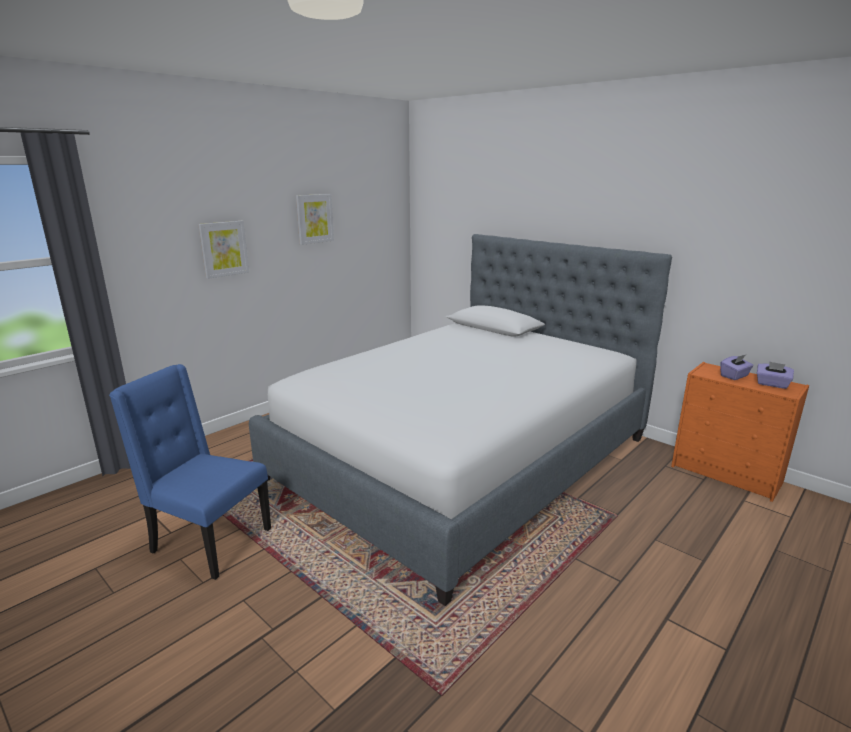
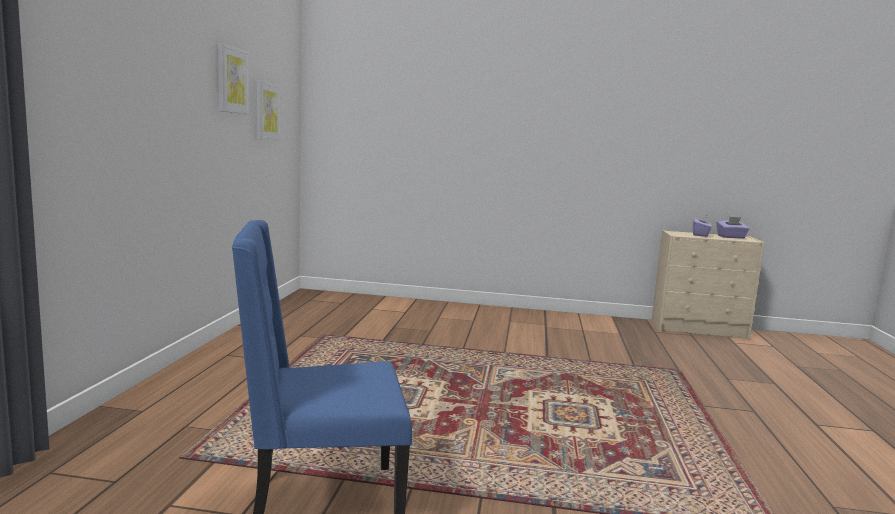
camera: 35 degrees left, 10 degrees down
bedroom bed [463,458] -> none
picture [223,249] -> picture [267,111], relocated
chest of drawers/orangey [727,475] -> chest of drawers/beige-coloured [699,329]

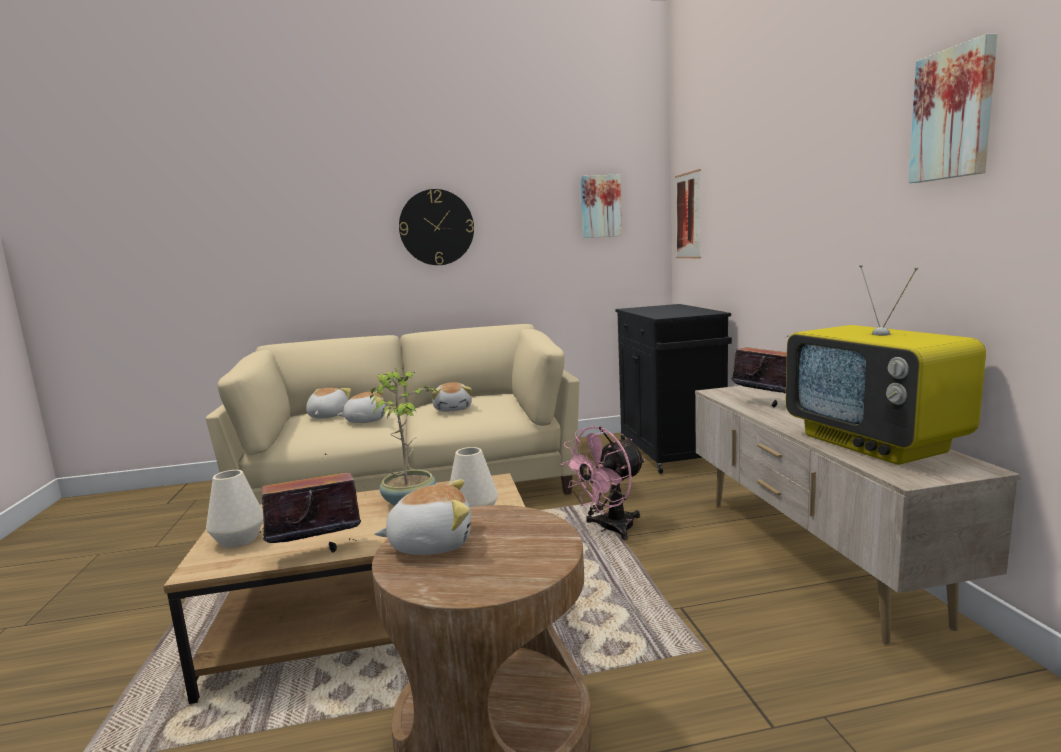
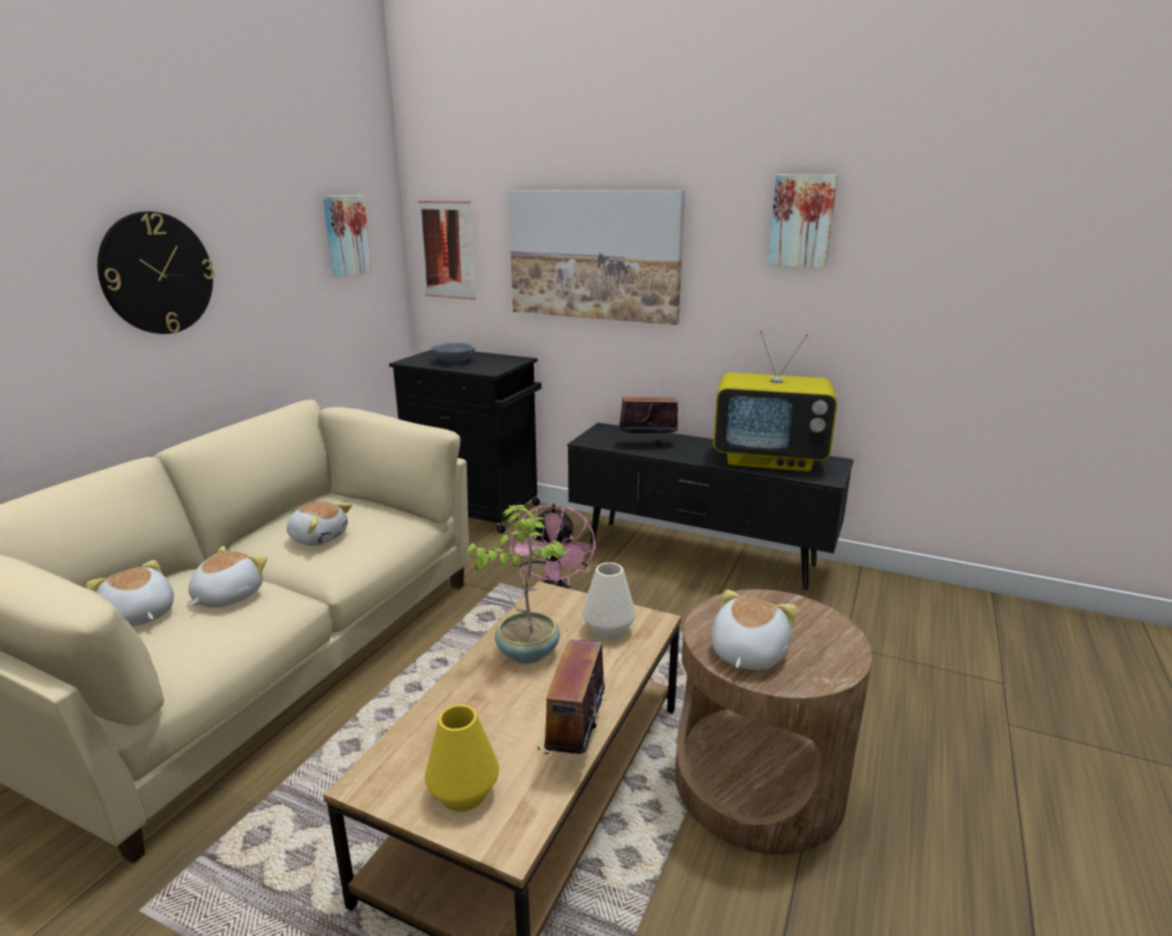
camera: 55 degrees left, 10 degrees up
none -> deep dish/grey [453,361]
none -> picture [594,255]
flower vase/whitish [239,540] -> flower vase/yellow [463,793]
media console/beige-coloured [810,555] -> media console/black [699,555]

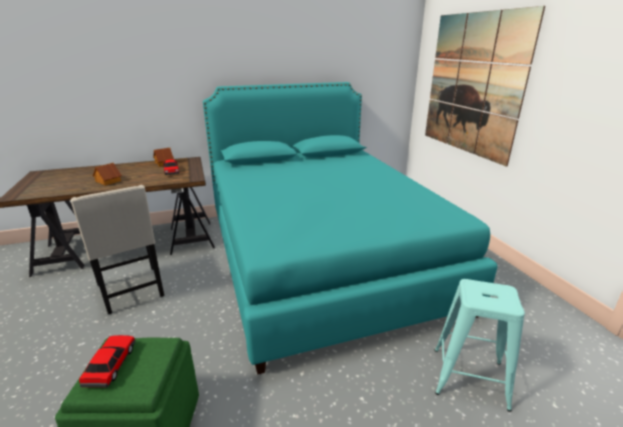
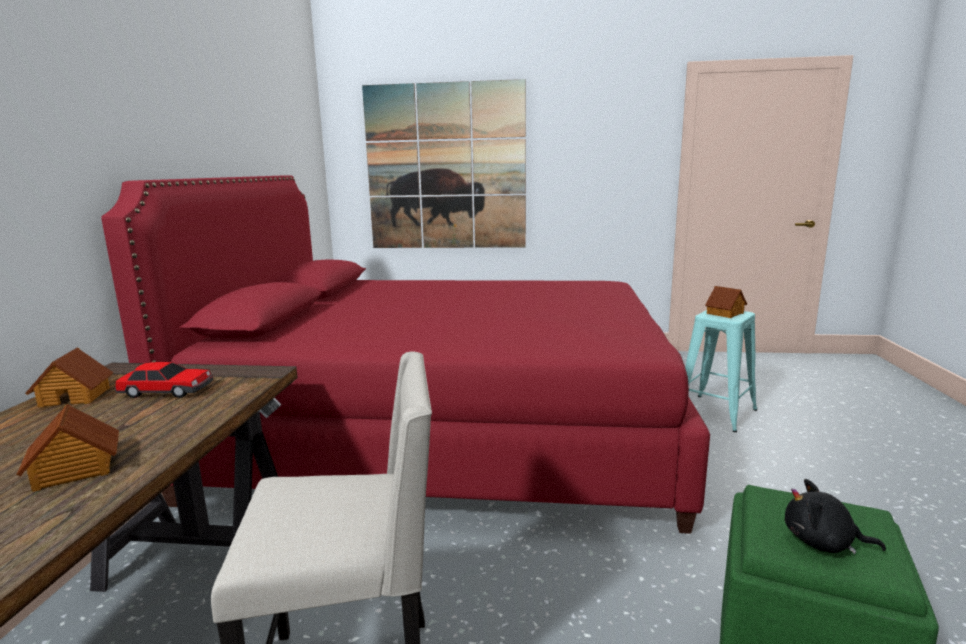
camera: 65 degrees left, 10 degrees down
none -> toy house [725,313]
model car [111,364] -> cuddly toy/black [823,543]
bedroom bed/blue-green [320,257] -> bedroom bed/red [447,433]

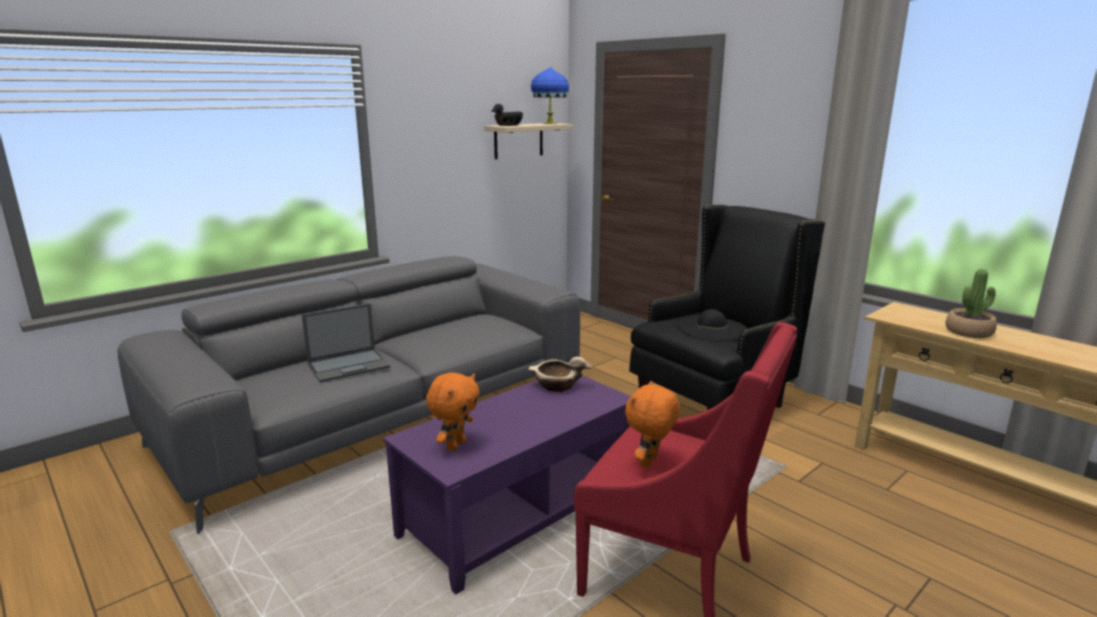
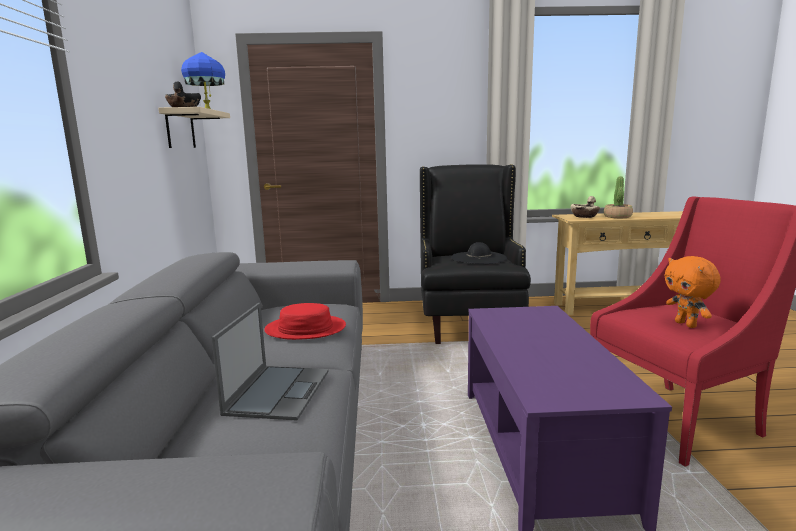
camera: 50 degrees left, 5 degrees down
cuddly toy/orangey [455,445] -> none
none -> wearable hat/red [305,329]
deep dish/beige-coloured [556,386] -> deep dish/beige-coloured [584,216], relocated

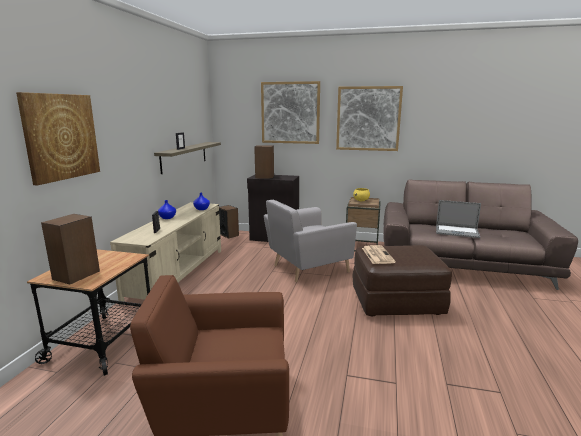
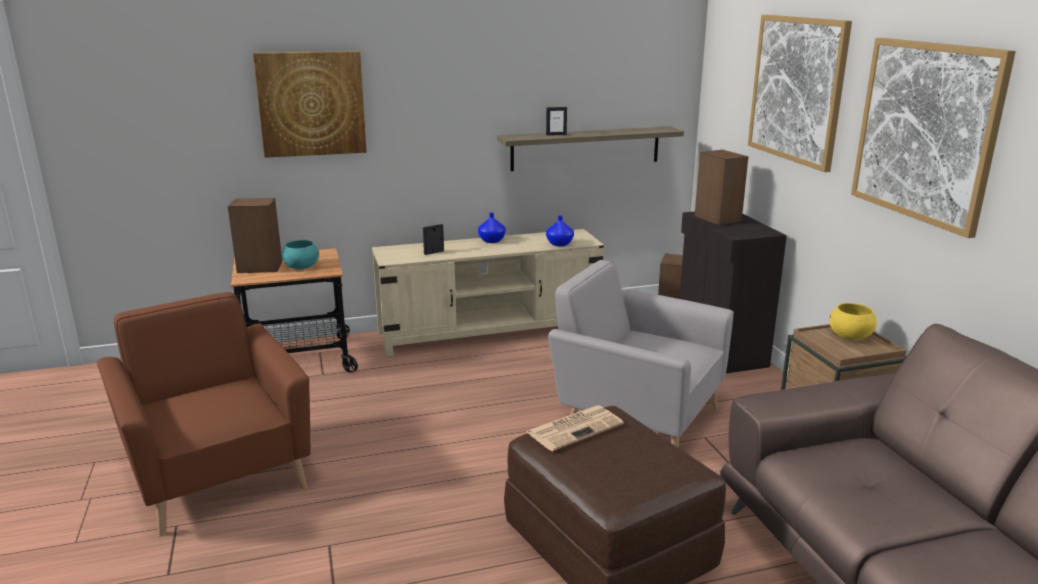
camera: 60 degrees right, 5 degrees up
portable computer [457,231] -> none
none -> deep dish/blue-green [301,267]

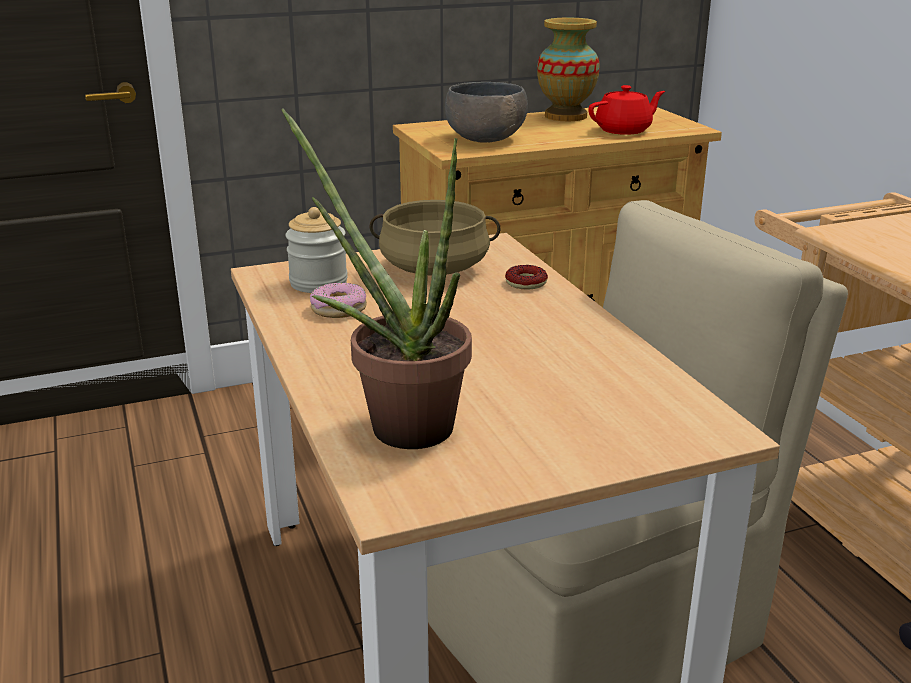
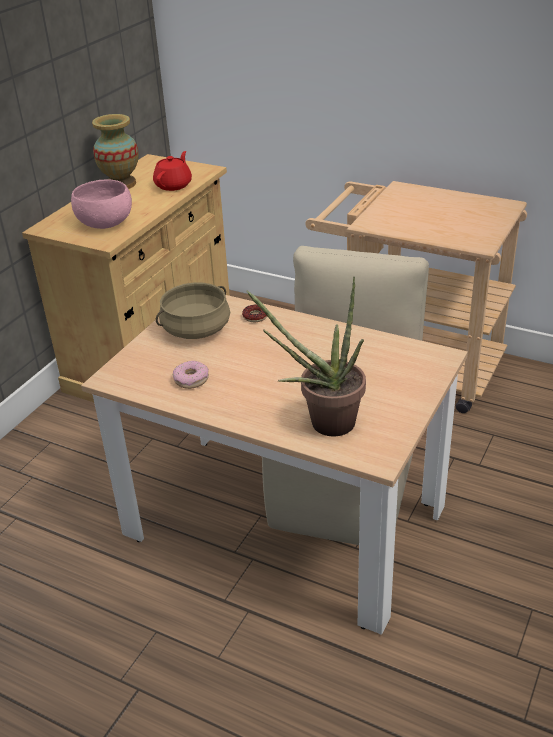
camera: 40 degrees left, 10 degrees up
jar [318,283] -> none
deep dish/grey [485,139] -> deep dish/pink-coloured [105,223]

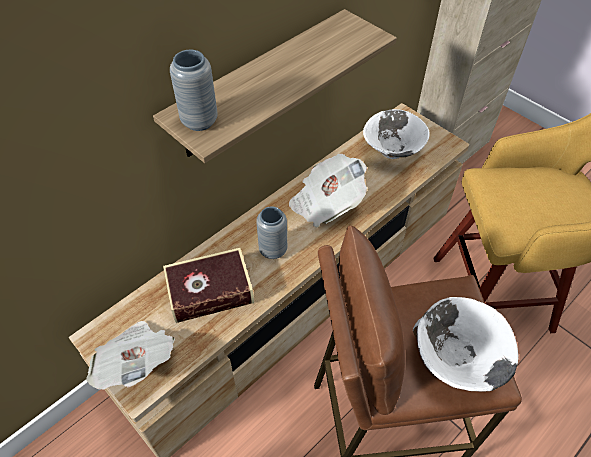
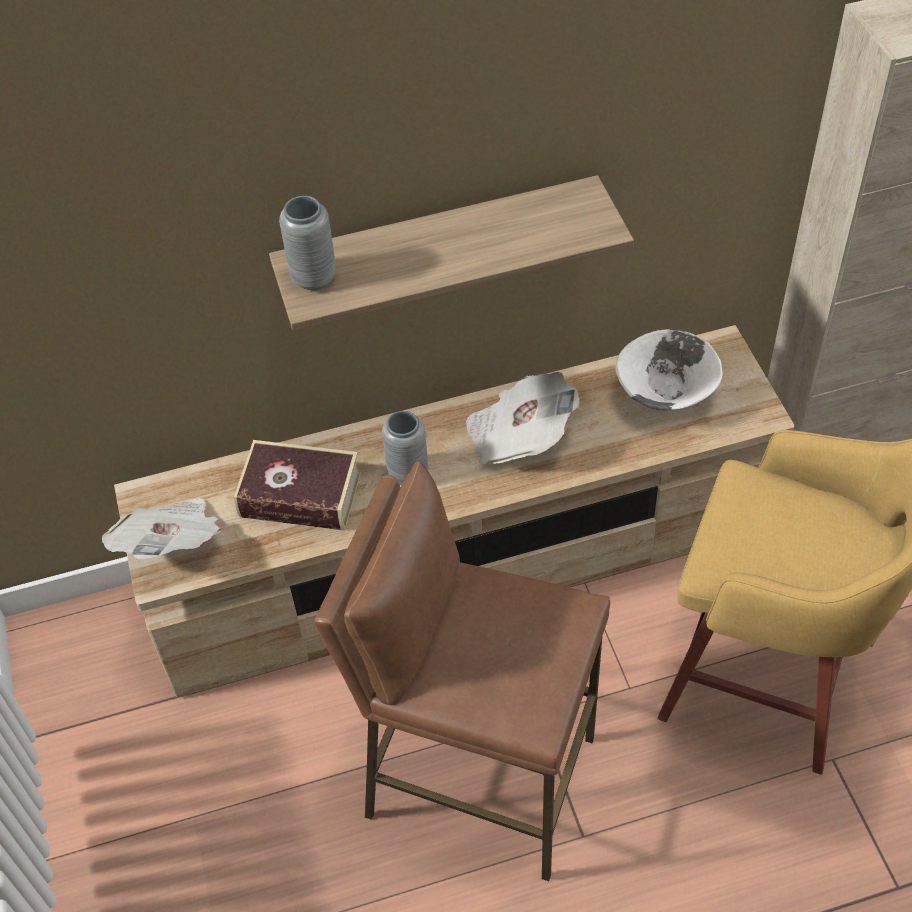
camera: 30 degrees right, 0 degrees up
deep dish/whitish [456,360] -> none

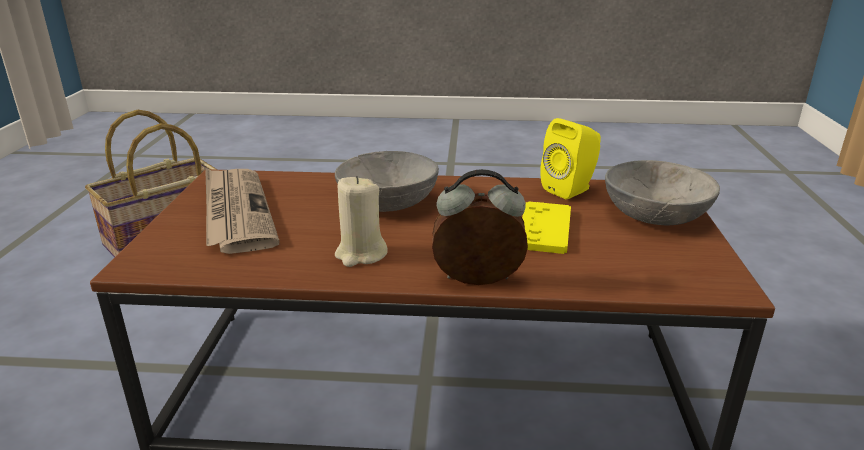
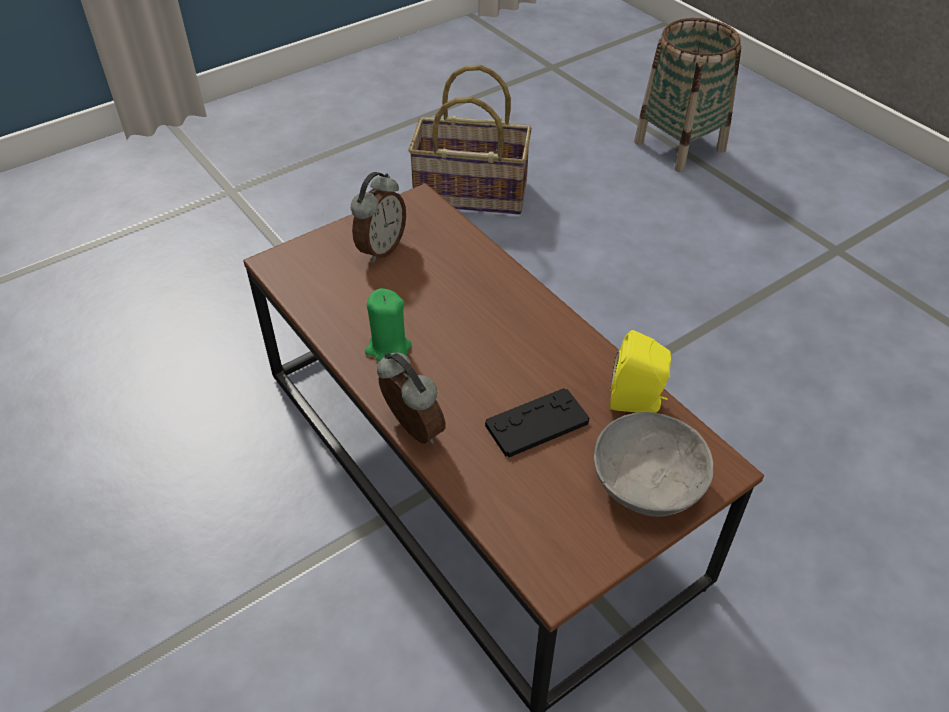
camera: 50 degrees right, 20 degrees up
deep dish/grey [389,203] -> none
none -> storage basket [680,146]
daily paper [236,212] -> bedside clock [380,248]
wax light/beige-coloured [360,254] -> wax light/green [388,348]
joypad/yellow [544,229] -> joypad/black [537,424]

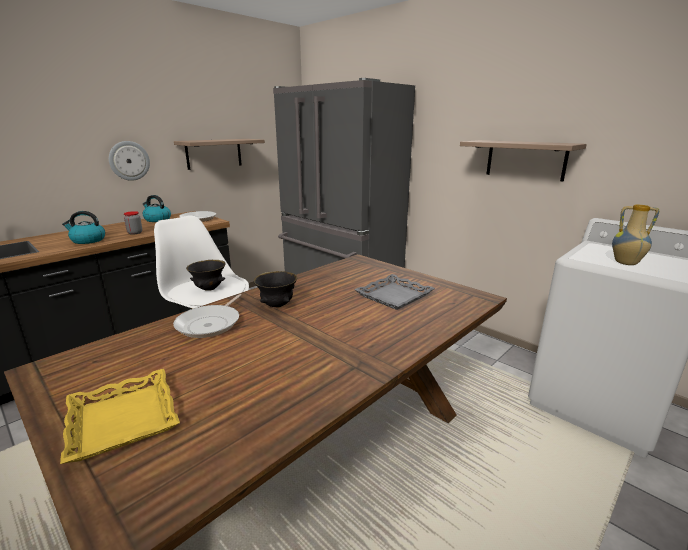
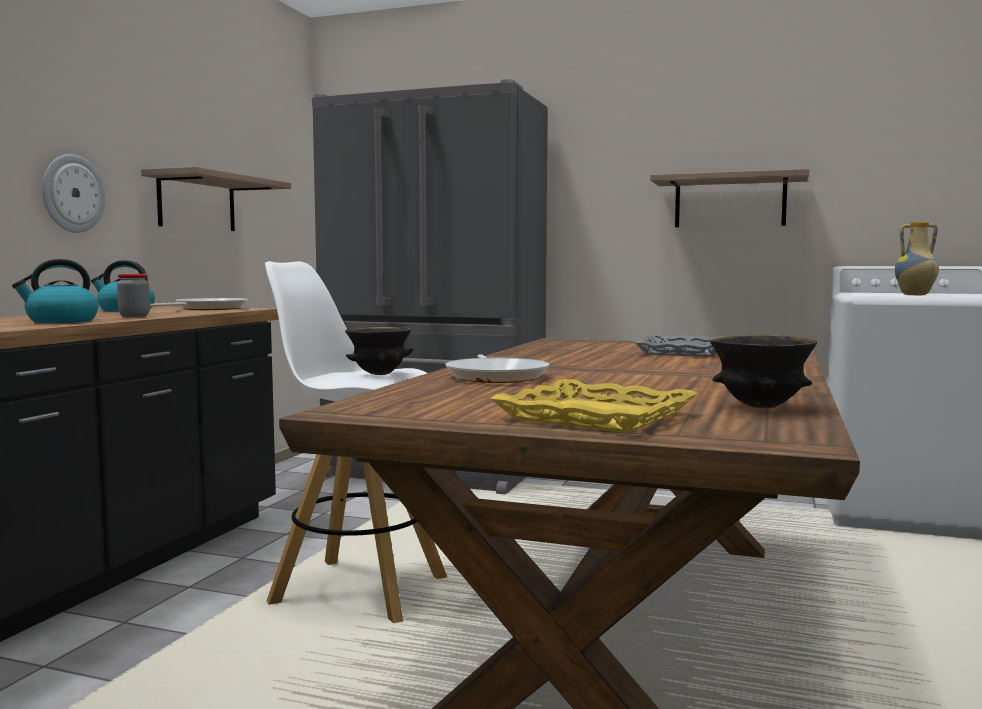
camera: 25 degrees left, 15 degrees down
deep dish/black [277,305] -> deep dish/black [760,407], relocated

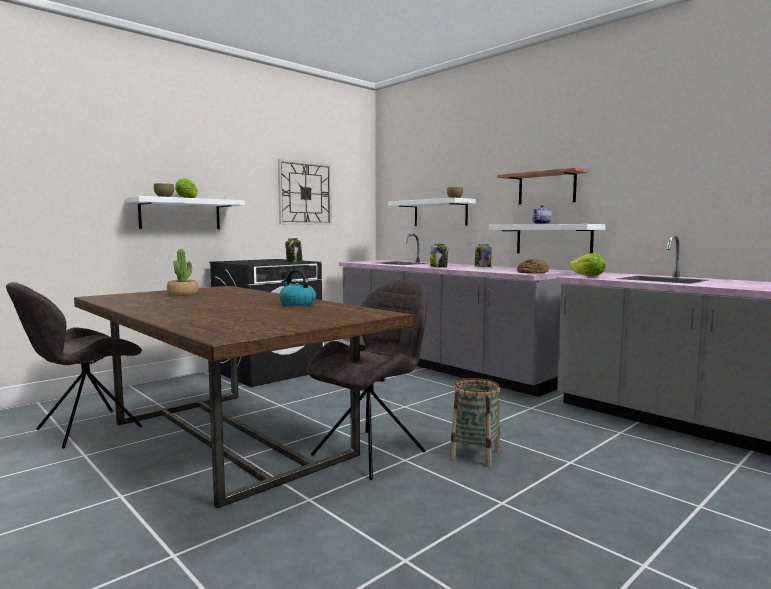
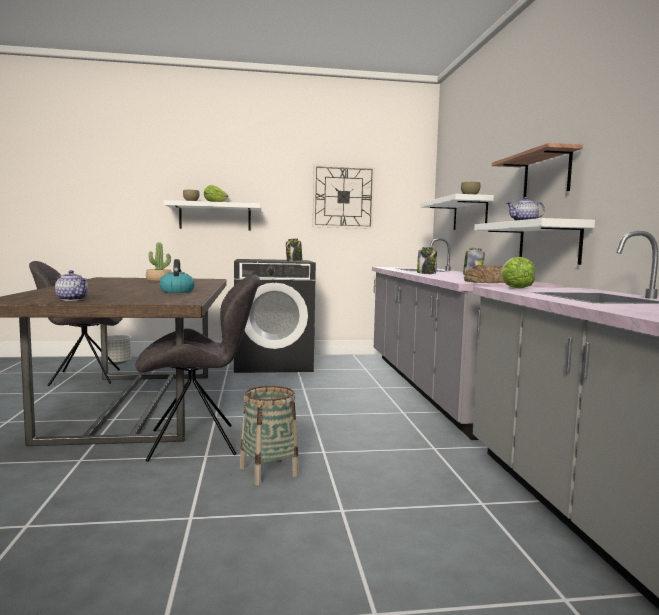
camera: 35 degrees right, 0 degrees up
none -> pot for tea [73,299]
none -> flower pot/grey [116,363]

